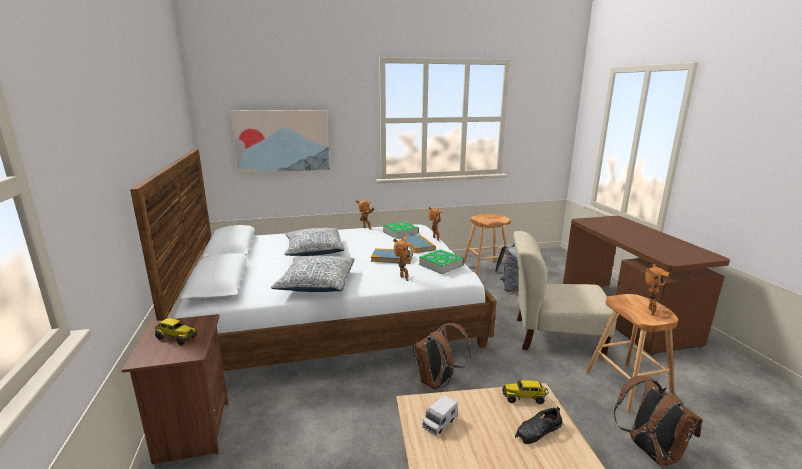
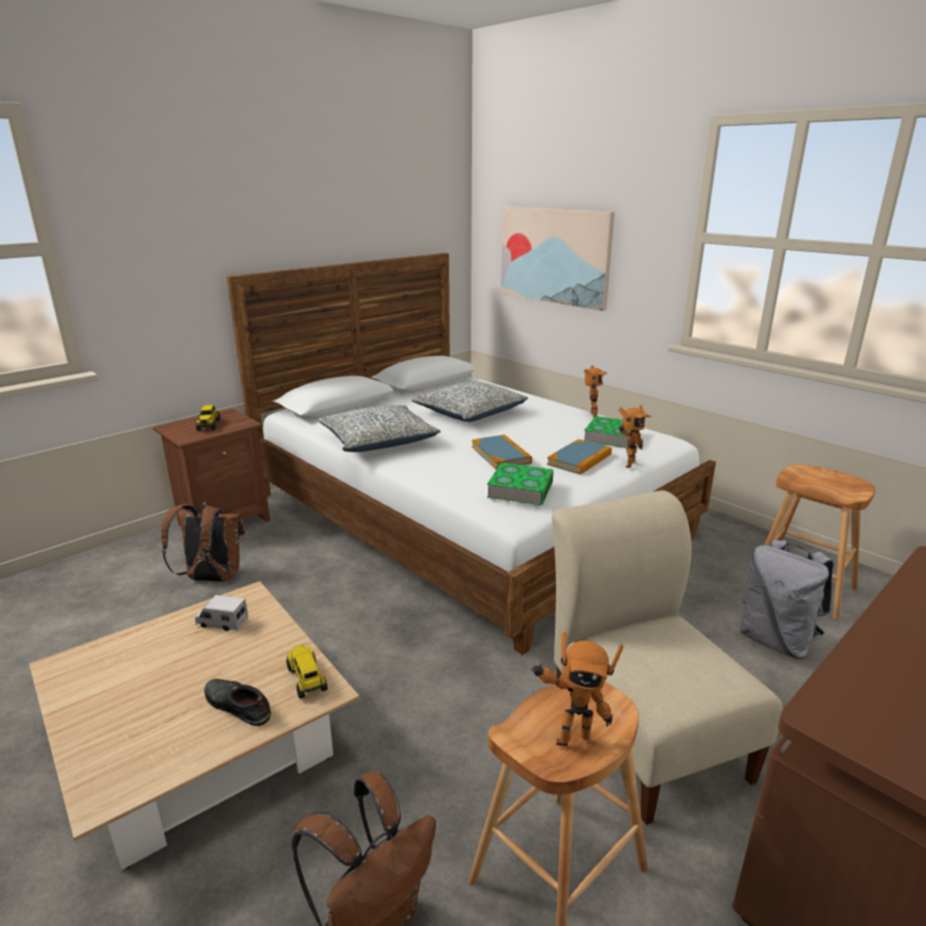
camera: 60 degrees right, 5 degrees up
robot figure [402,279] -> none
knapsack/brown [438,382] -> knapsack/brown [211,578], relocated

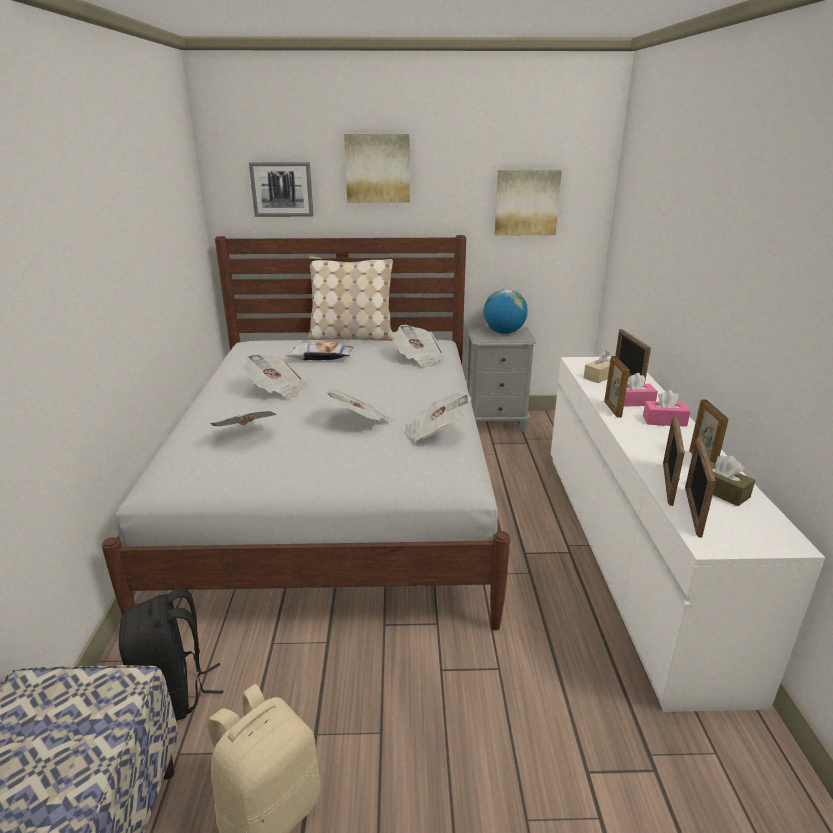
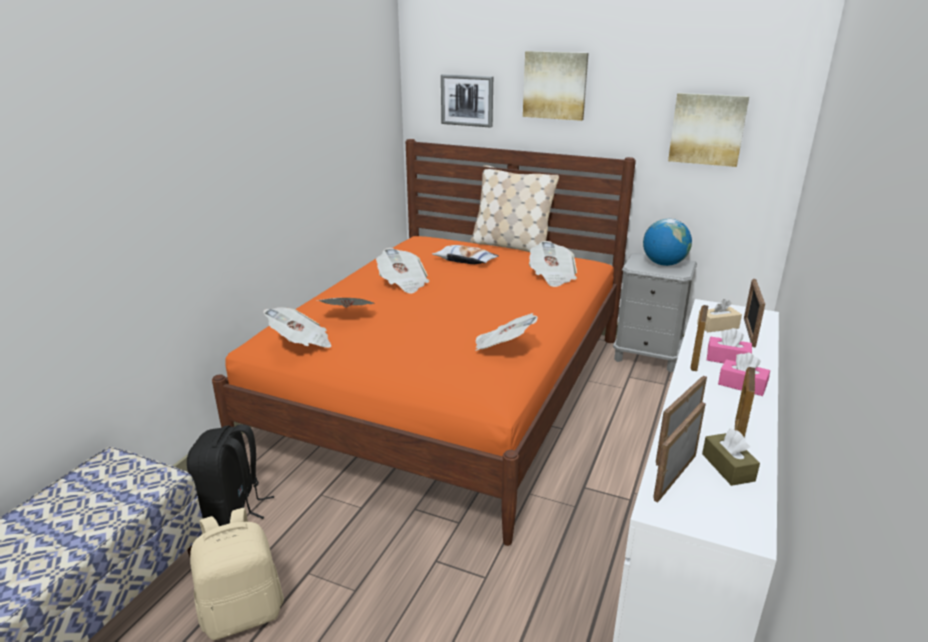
camera: 25 degrees right, 0 degrees up
daily paper [360,422] -> daily paper [301,343], relocated
bedroom bed/whitish [338,495] -> bedroom bed/orangey [449,390]

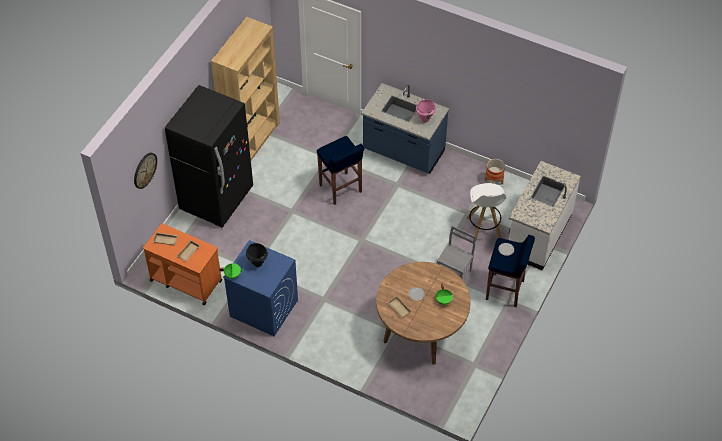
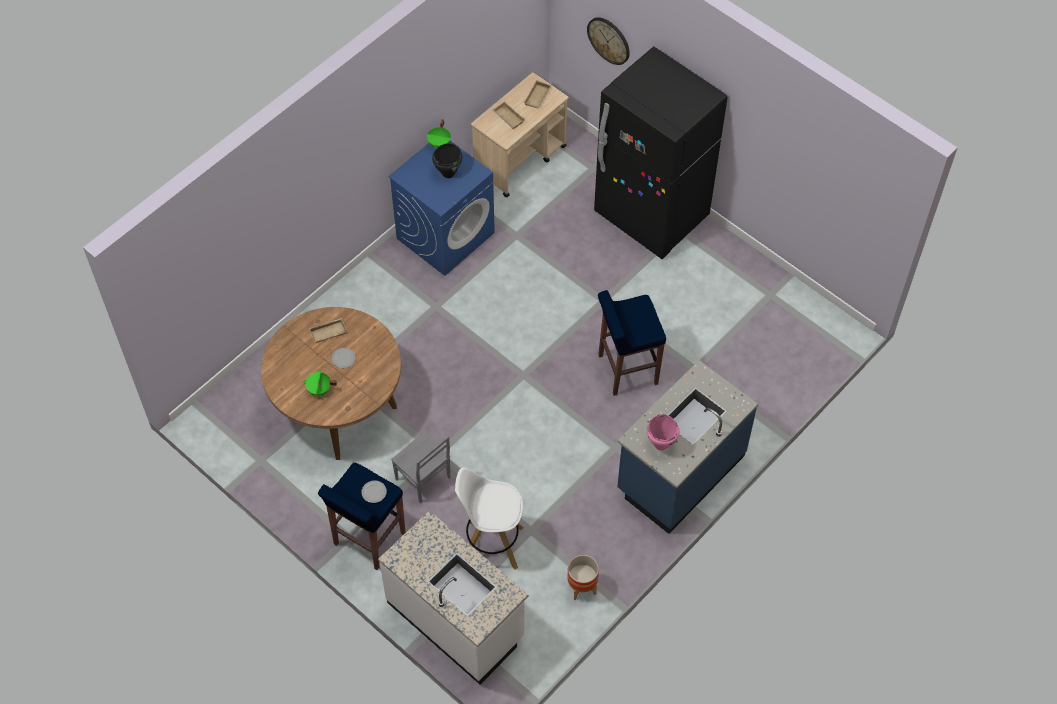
camera: 105 degrees right, 5 degrees up
bookshelf/brown [252,139] -> none
wheeled cart/orangey [185,280] -> wheeled cart/beige-coloured [520,159]

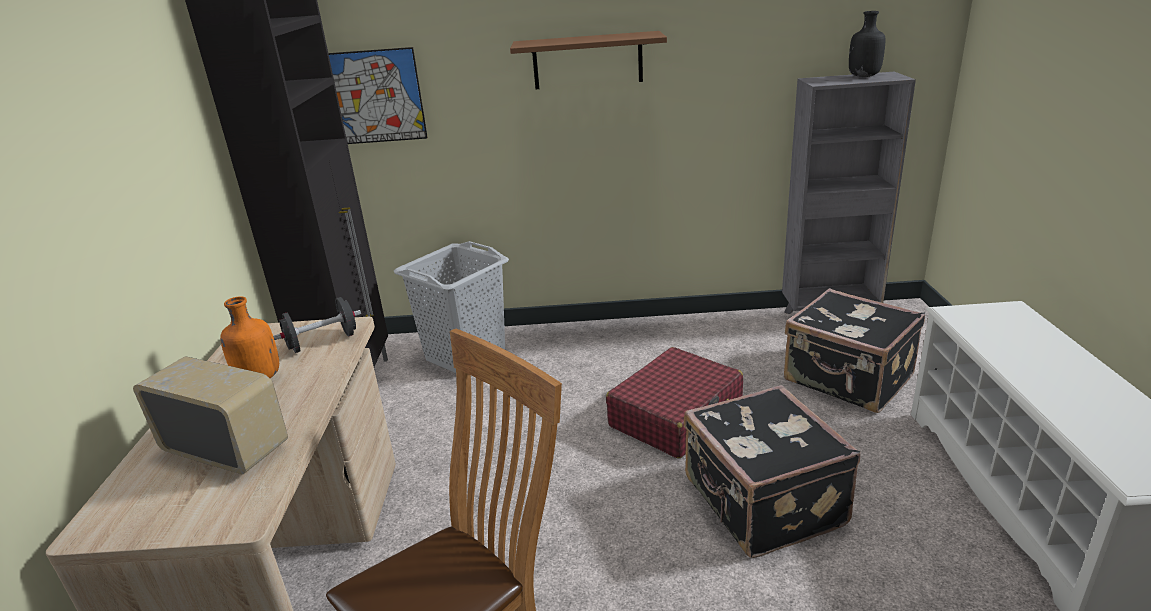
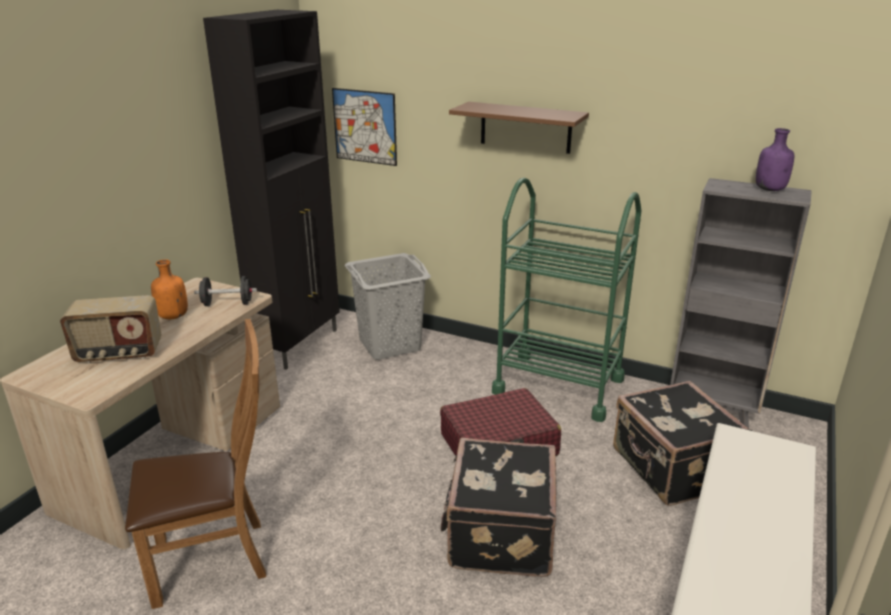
camera: 25 degrees right, 0 degrees up
none -> wheeled cart/green [558,385]
beverage bottle/black [864,76] -> beverage bottle/purplish [770,189]
radio [227,449] -> radio [119,354], 120 degrees clockwise

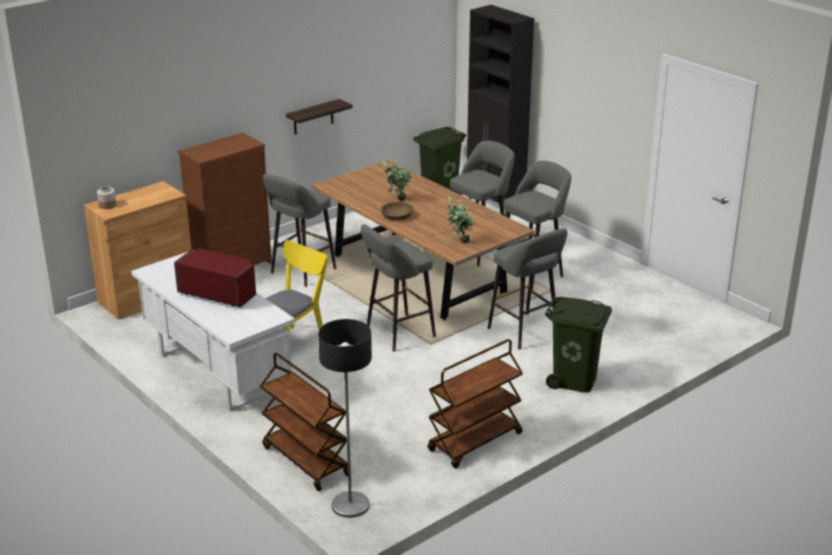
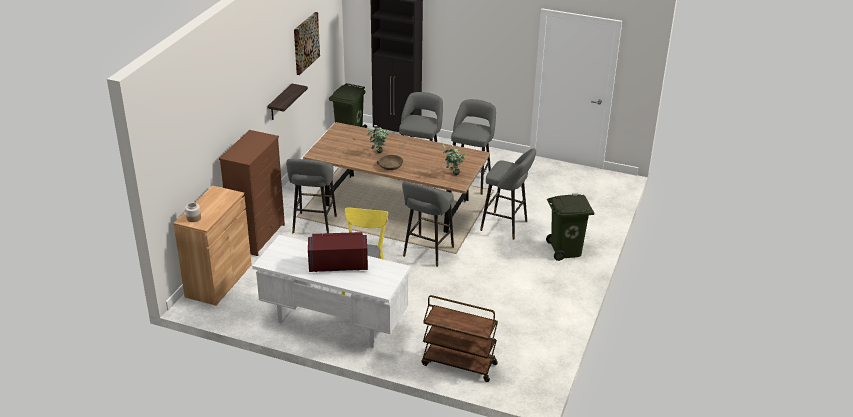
camera: 30 degrees left, 5 degrees up
standing lamp [350,505] -> none
wheeled cart/brown [475,443] -> none
none -> picture [305,43]

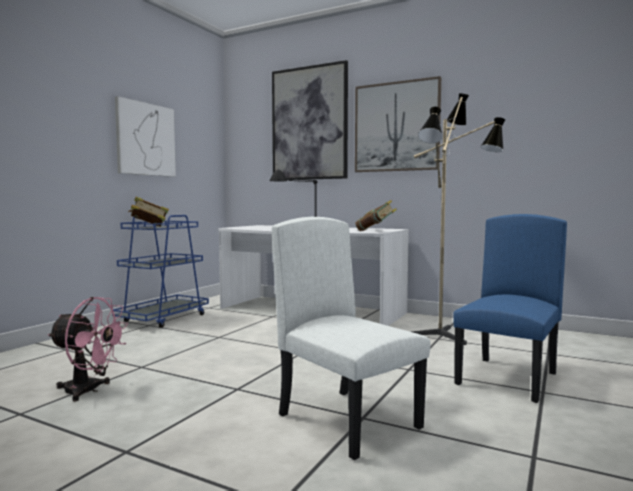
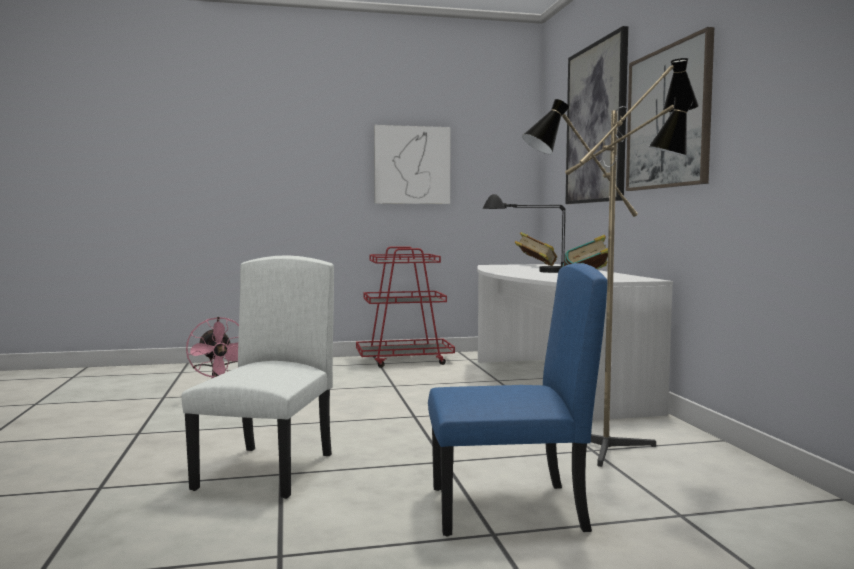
camera: 50 degrees right, 0 degrees up
book [148,227] -> book [535,266], relocated
wheeled cart/blue [163,318] -> wheeled cart/red [404,360]

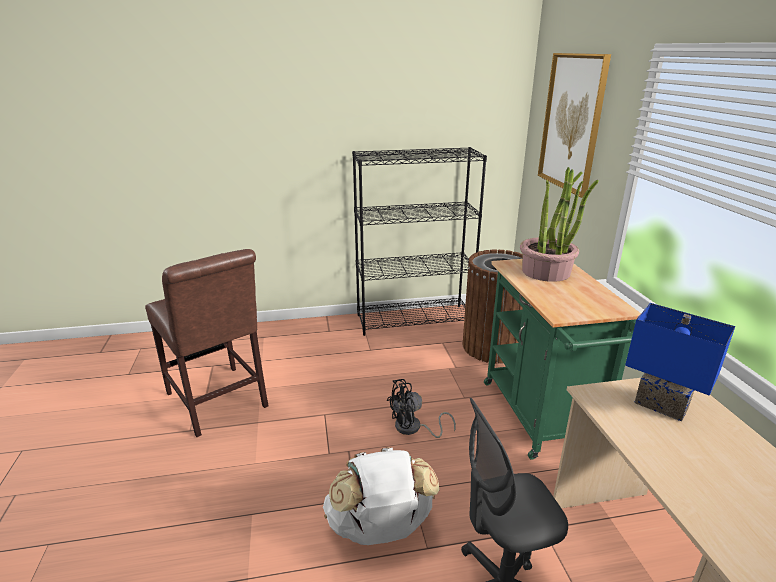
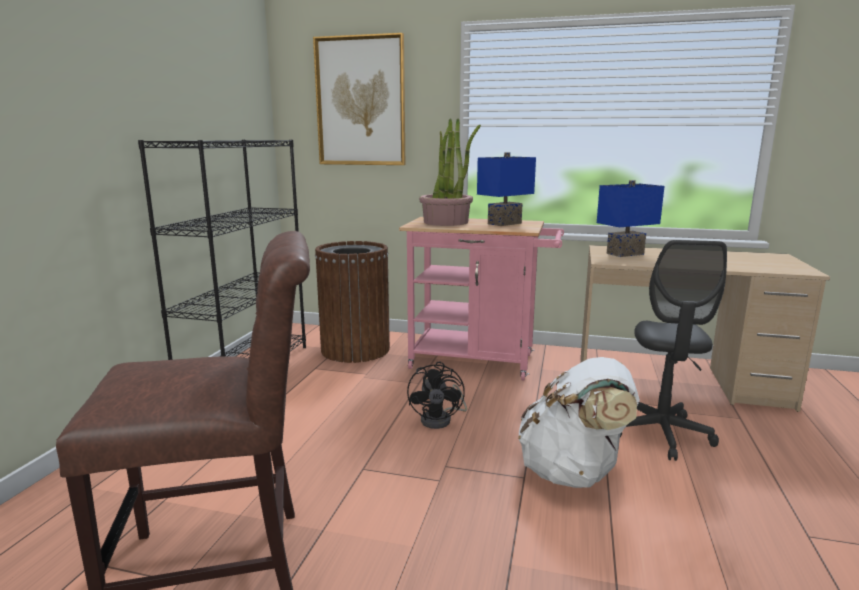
camera: 65 degrees left, 10 degrees down
none -> table lamp/blue [505,224]
wheeled cart/green [543,420] -> wheeled cart/pink-coloured [480,362]

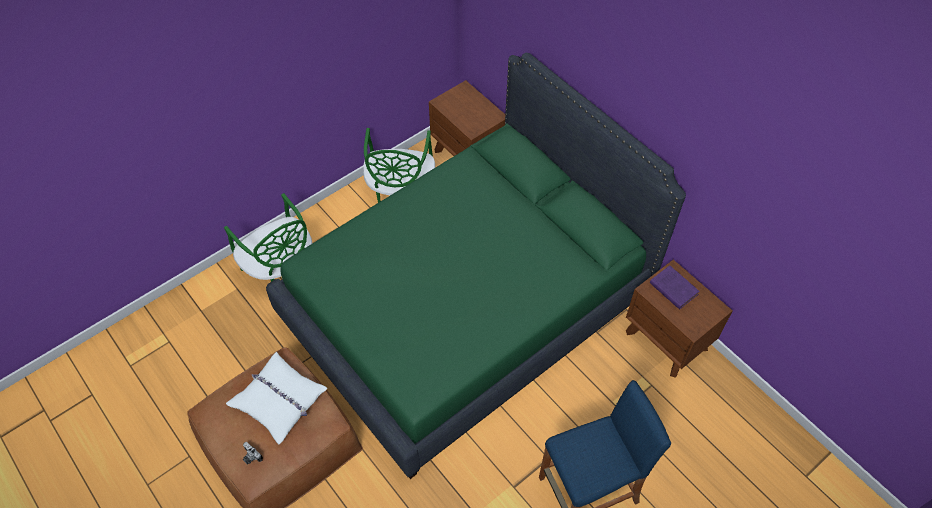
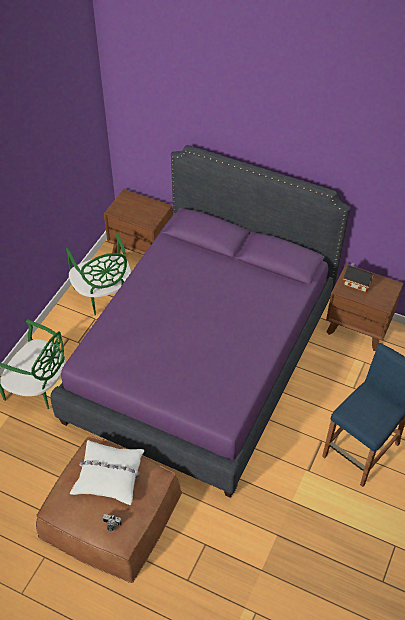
camera: 25 degrees left, 5 degrees down
book/purplish [672,288] -> toy house [356,282]
bedroom bed/green [466,307] -> bedroom bed/purplish [202,360]

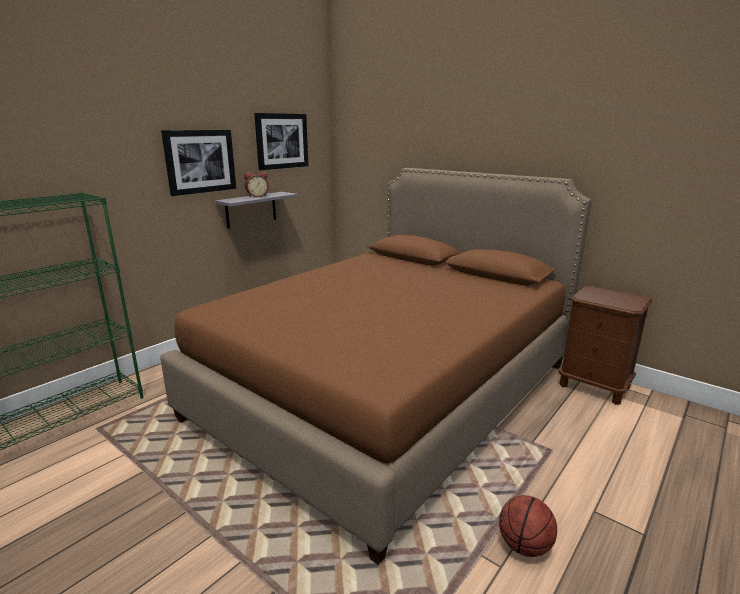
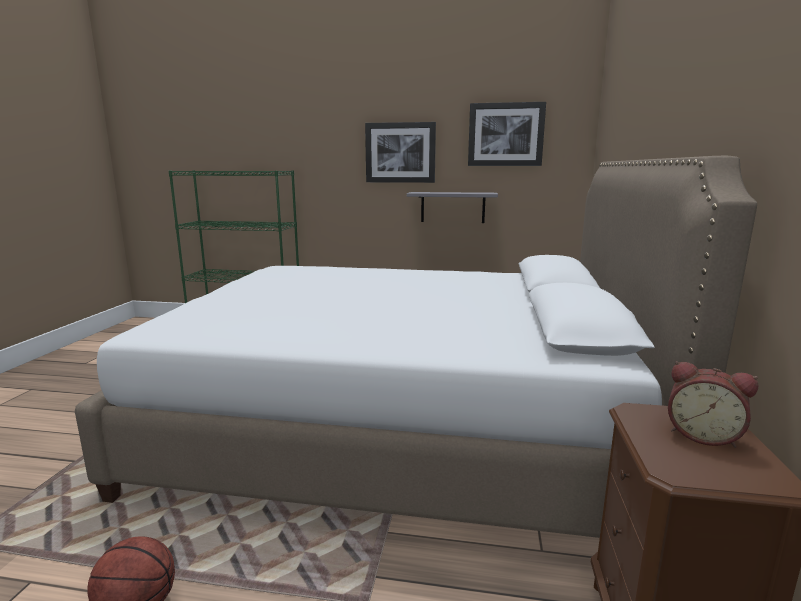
camera: 60 degrees right, 5 degrees down
bedside clock [257,196] -> bedside clock [702,435], relocated
bedroom bed/brown [388,390] -> bedroom bed/whitish [398,428]

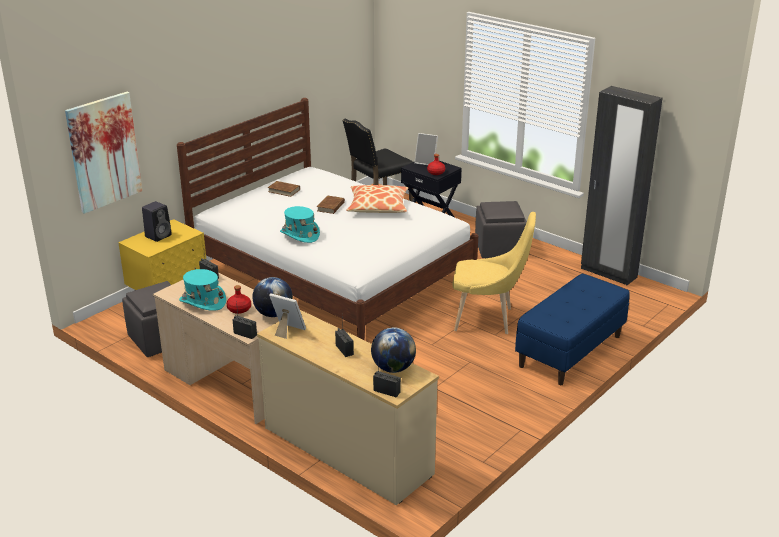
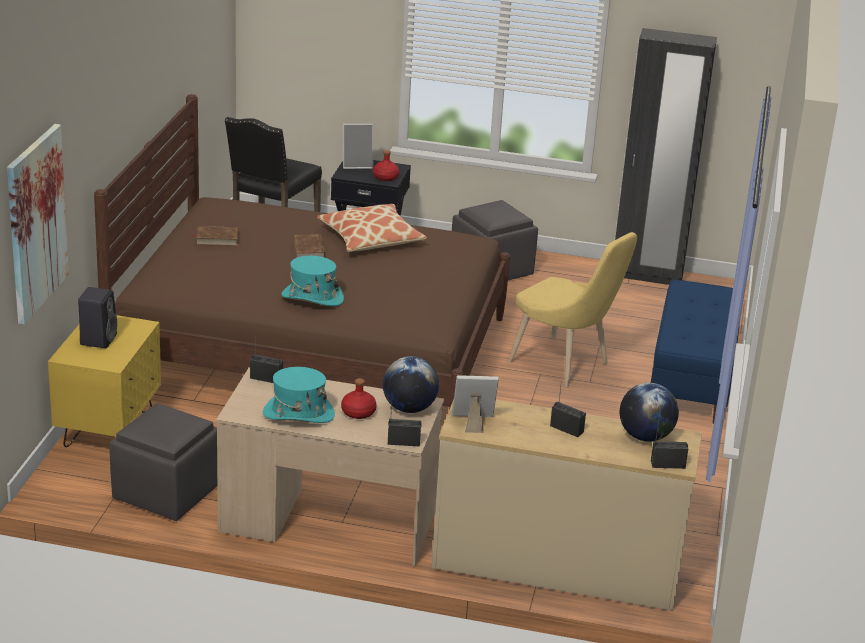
camera: 30 degrees left, 0 degrees up
bedroom bed/whitish [332,276] -> bedroom bed/brown [313,351]
upright chair/yellow [488,319] -> upright chair/yellow [564,365], 60 degrees clockwise

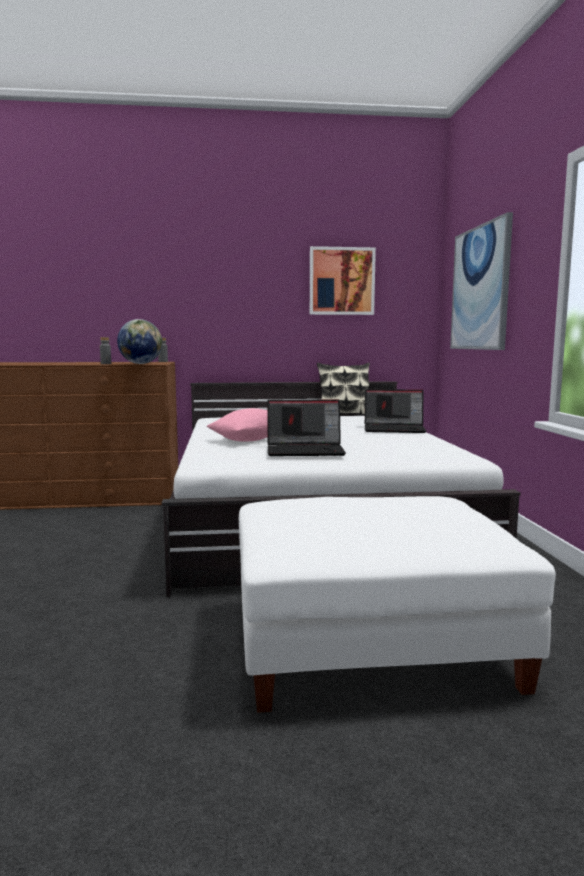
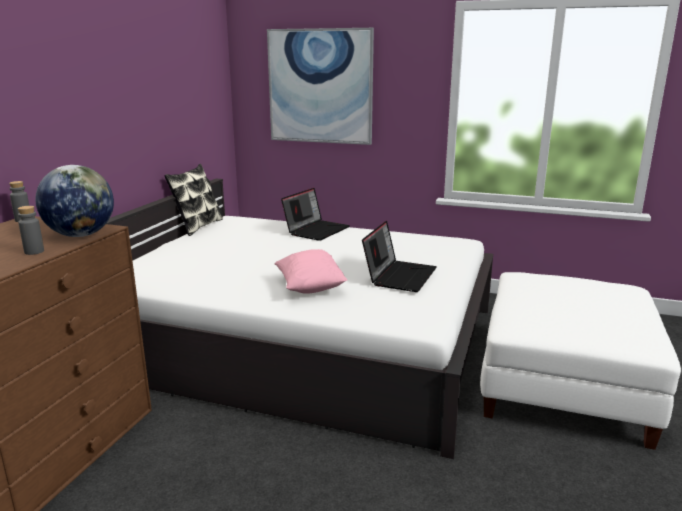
camera: 65 degrees left, 10 degrees up
picture [341,281] -> none

